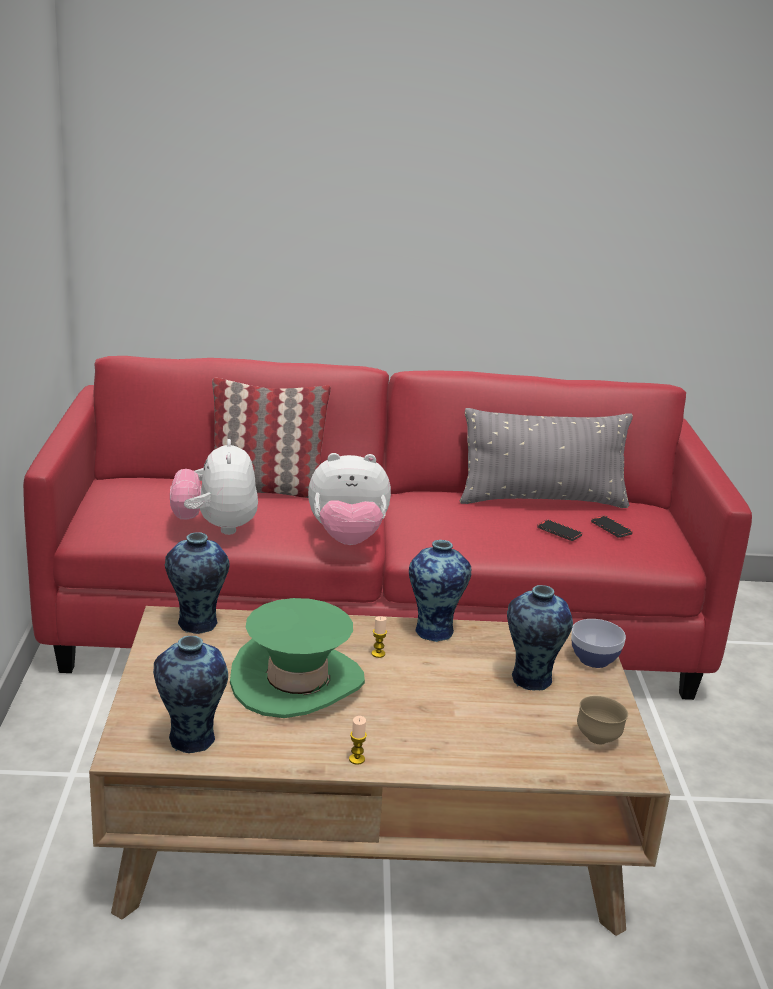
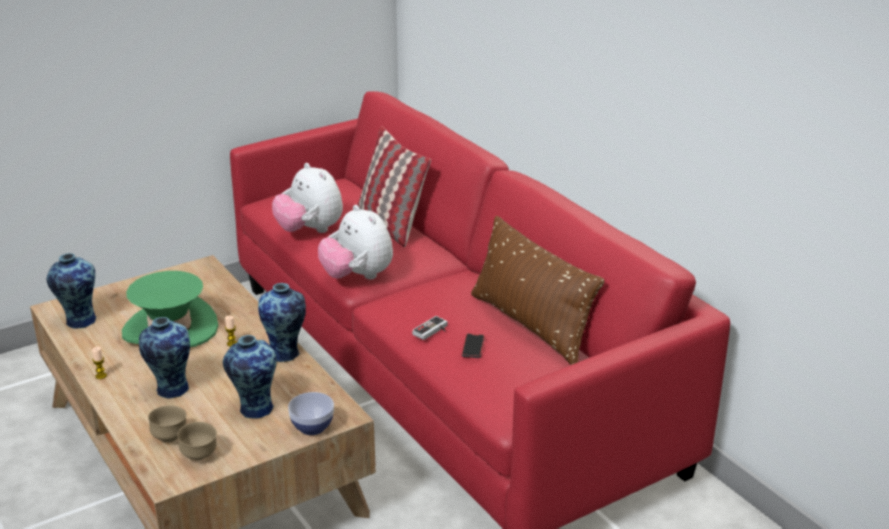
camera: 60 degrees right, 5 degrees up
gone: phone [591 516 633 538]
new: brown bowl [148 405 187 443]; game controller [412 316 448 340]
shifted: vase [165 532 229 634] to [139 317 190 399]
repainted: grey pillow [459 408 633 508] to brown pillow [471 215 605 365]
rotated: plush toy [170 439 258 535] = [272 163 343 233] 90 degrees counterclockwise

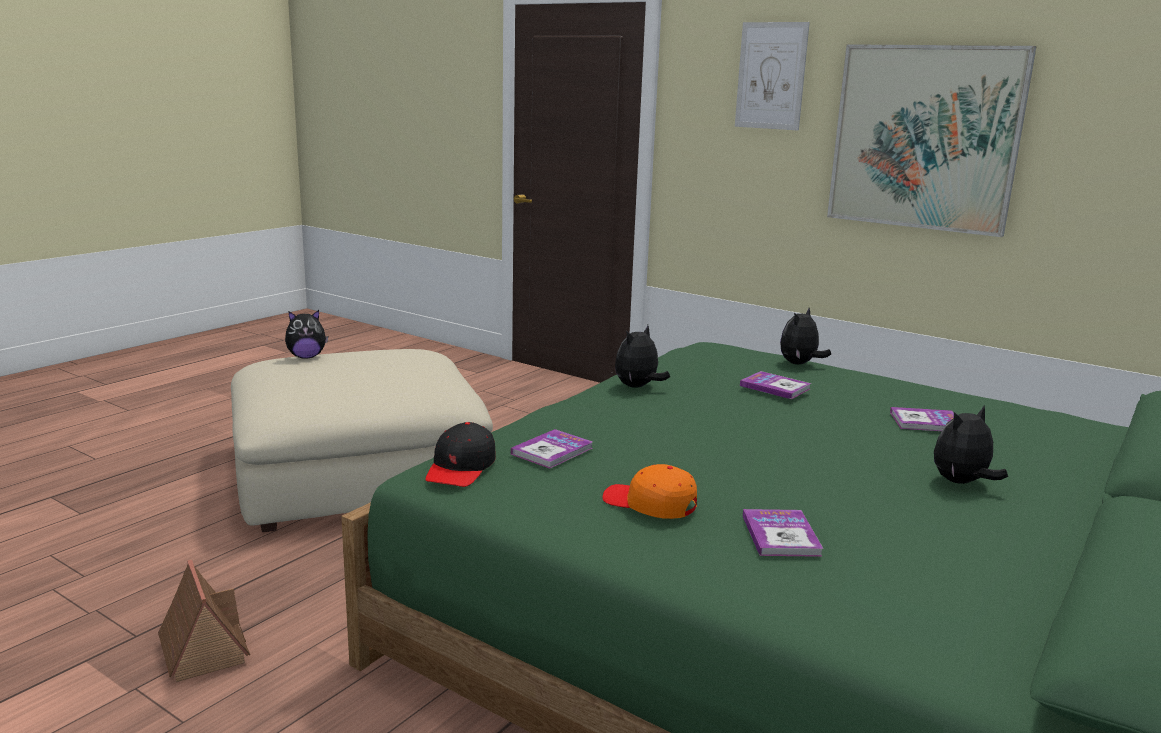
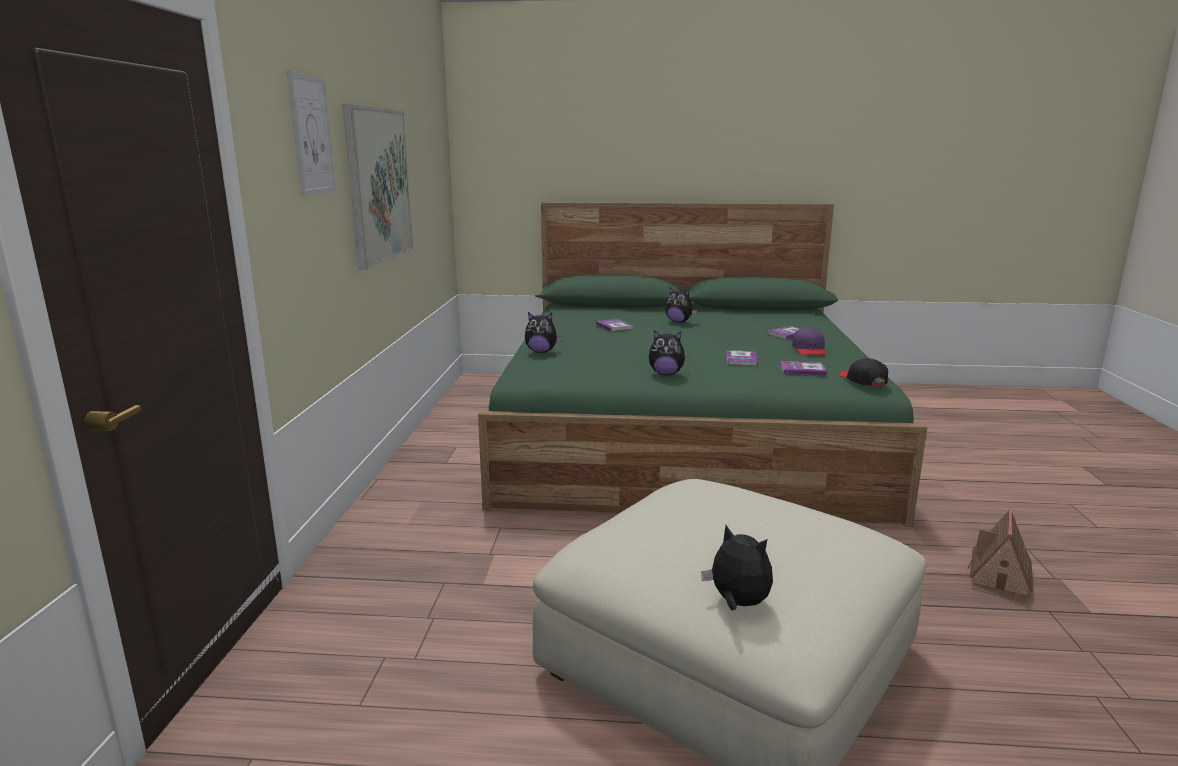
camera: 120 degrees left, 0 degrees up
shifted: book [740 371 811 399] to [726 350 758 366]
repainted: orange cap [603 464 697 519] to purple cap [792 326 826 355]
rotated: black cap [425 422 496 487] = [839 358 888 386] 90 degrees counterclockwise

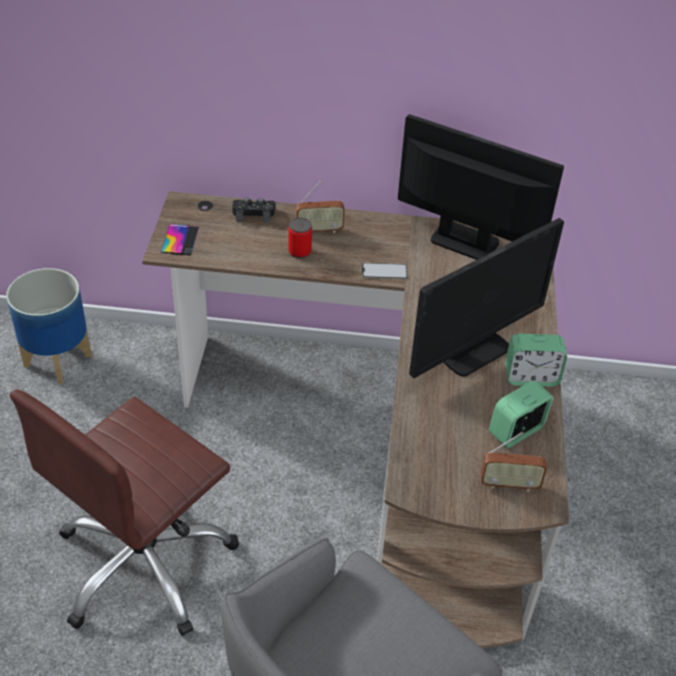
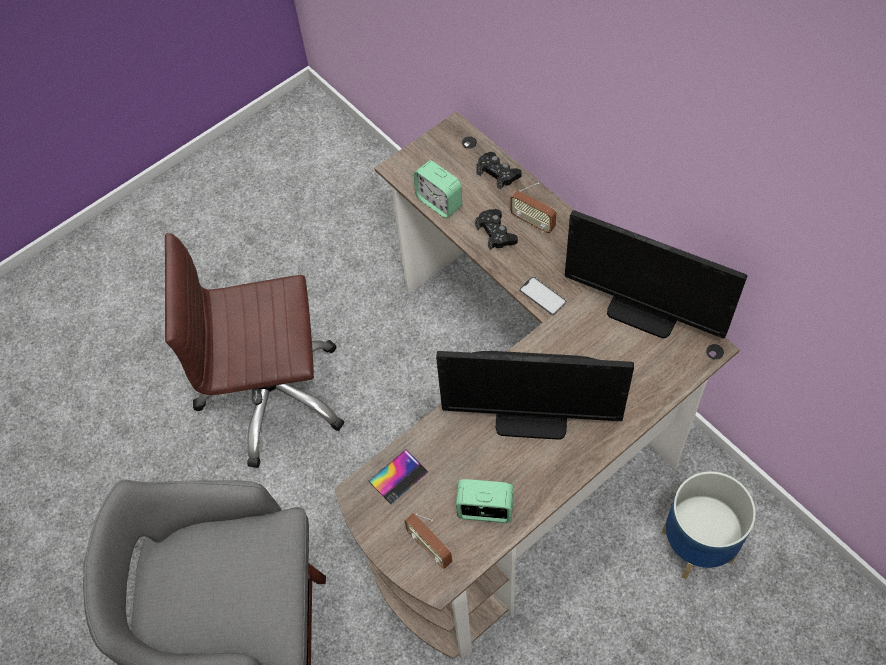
camera: 50 degrees right, 15 degrees up
shifted: planter [6 268 92 384] to [662 471 756 579]; phone [161 224 199 256] to [369 449 428 504]; alarm clock [505 334 567 387] to [414 160 462 218]
swapped: can [288 218 312 258] to black game controller [475 209 518 251]
rotated: monitor [398 114 564 260] = [565 210 747 339] 135 degrees clockwise

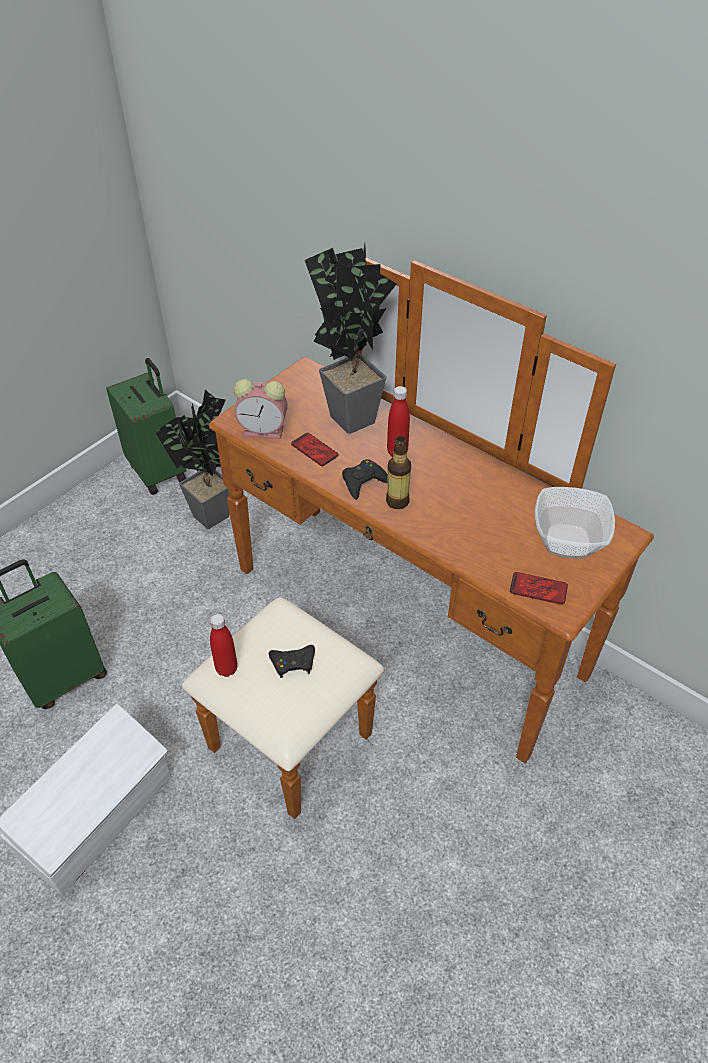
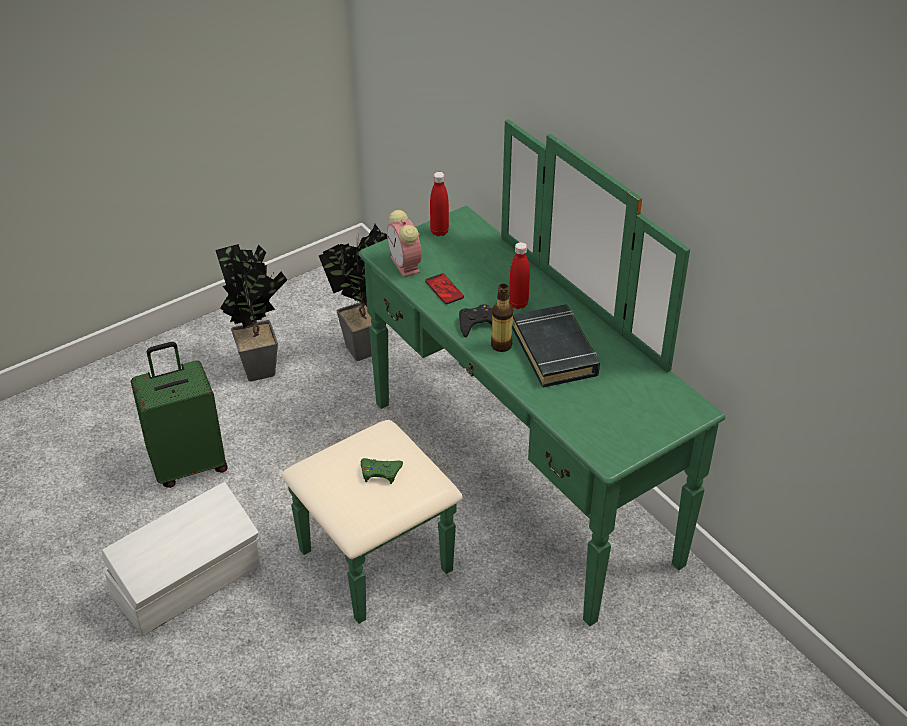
camera: 15 degrees right, 5 degrees down
gone: green suitcase [106 358 186 495]; phone [510 572 568 605]; bowl [534 487 615 559]
new: black book [512 305 600 388]
shifted: red bottle [210 614 238 677] to [430 172 449 236]; potted plant [305 244 396 434] to [215 244 287 382]
repainted: brown dresser [182 258 654 819] to green dresser [281 119 725 626]; black game controller [269 645 315 678] to green game controller [361 458 403 484]
rotated: alarm clock [234 379 287 439] = [387 210 422 277] 45 degrees clockwise

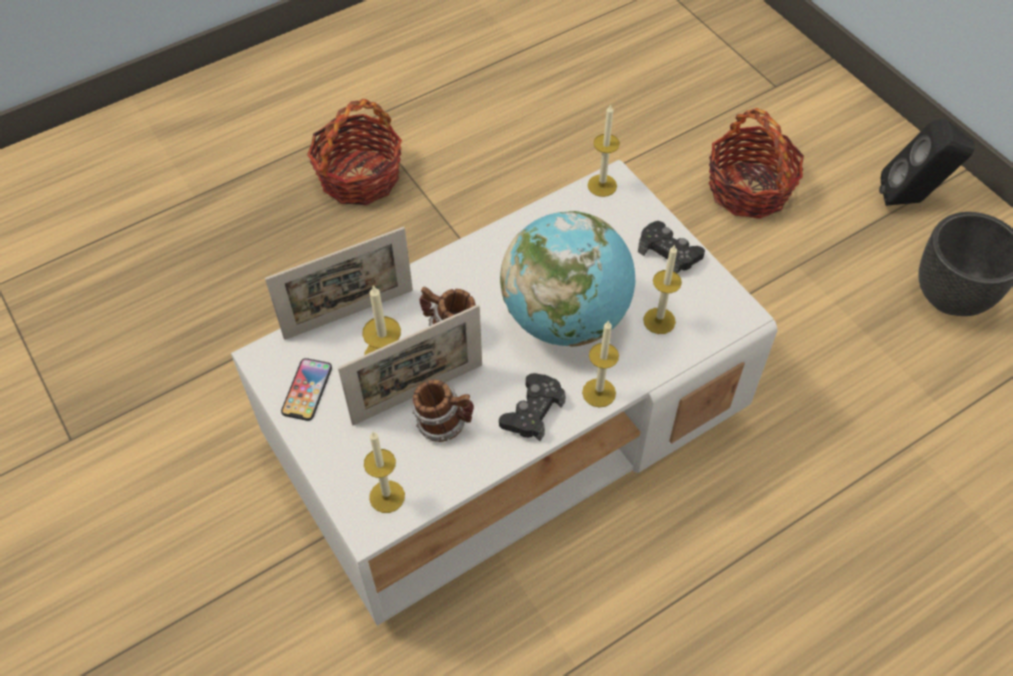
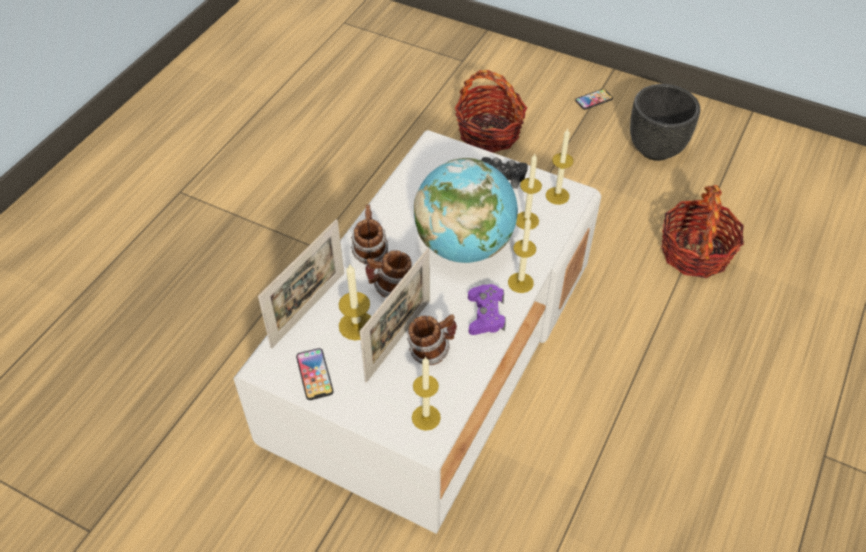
camera: 30 degrees left, 5 degrees down
new: mug [351 204 388 264]
shifted: basket [307 99 402 205] to [661 185 744 278]; candle [588 104 620 197] to [546 129 573 205]
swapped: black speaker [879 119 974 206] to phone [575 89 613 110]
repainted: black game controller [499 373 566 441] to purple game controller [468 284 506 335]

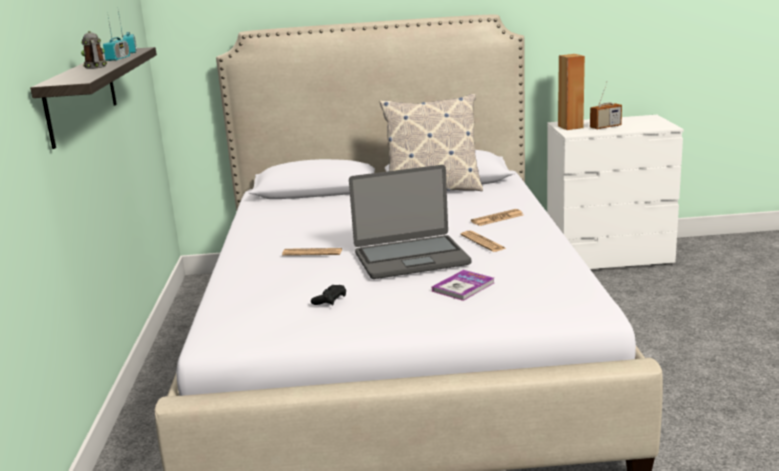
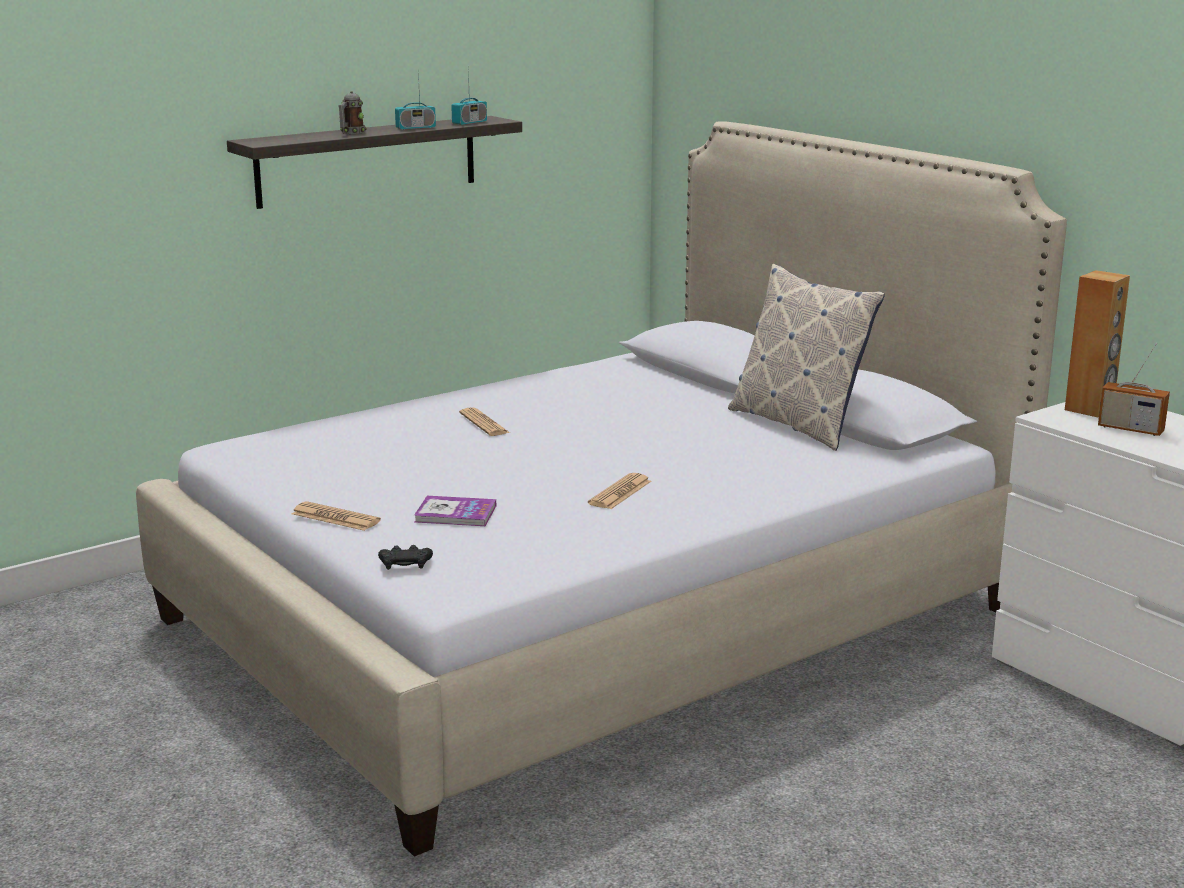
camera: 55 degrees right, 0 degrees up
gone: laptop [349 165 471 279]
shifted: black game controller [311 285 346 305] to [378 545 433 570]; newspaper [471 209 523 226] to [292 502 381 531]

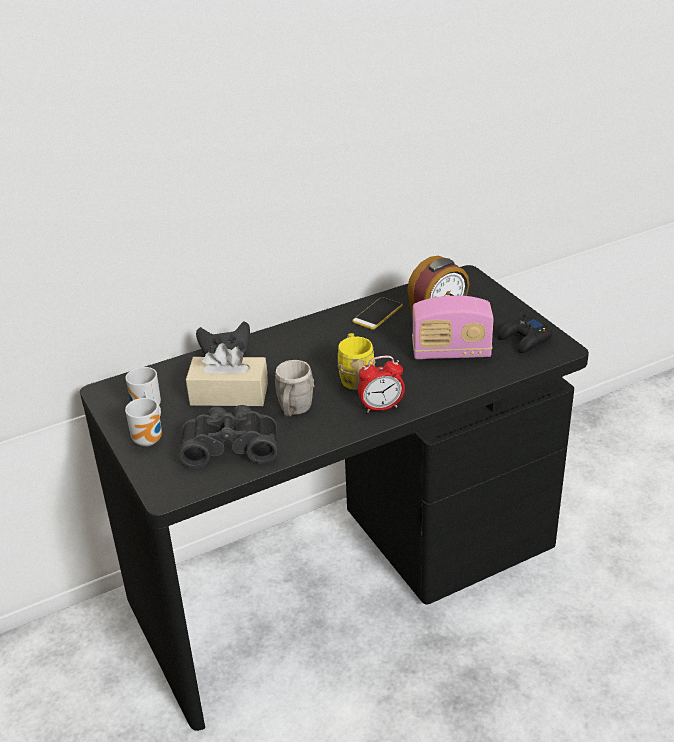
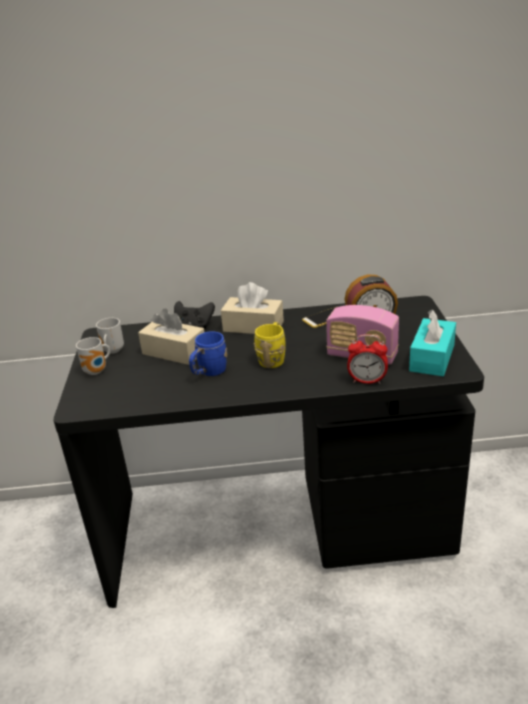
camera: 25 degrees right, 5 degrees down
gone: black binoculars [179 405 277 468]
new: beige tissue box [221 282 284 334]
shifted: alarm clock [358 356 405 413] to [347 335 388 384]
swapped: black game controller [498 313 553 353] to turquoise tissue box [409 309 456 376]
repainted: grey mug [275 360 314 416] to blue mug [189 331 227 376]

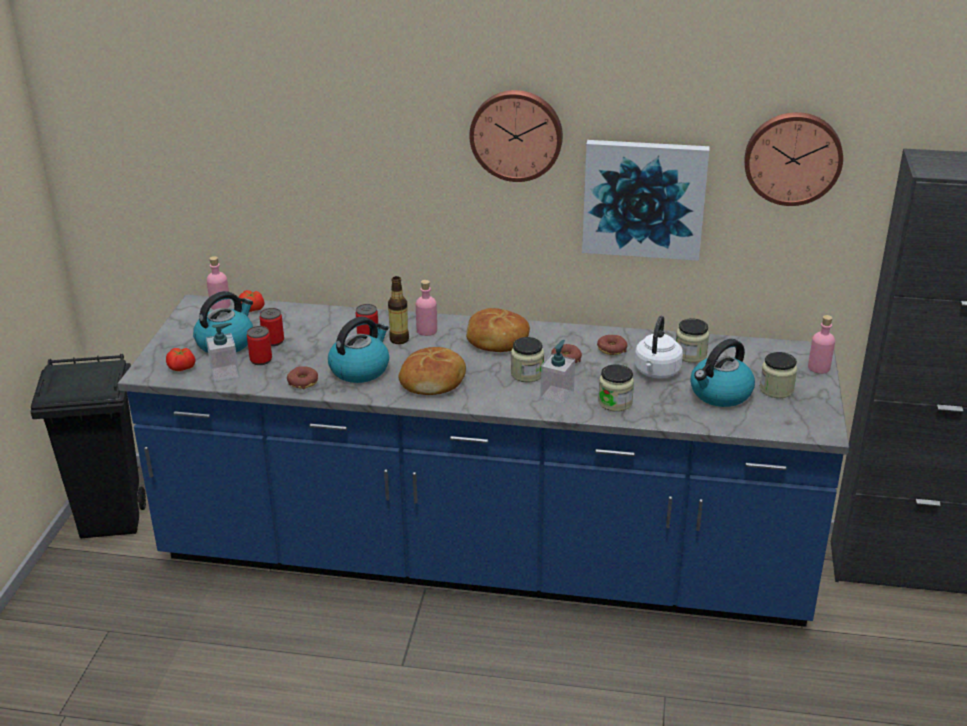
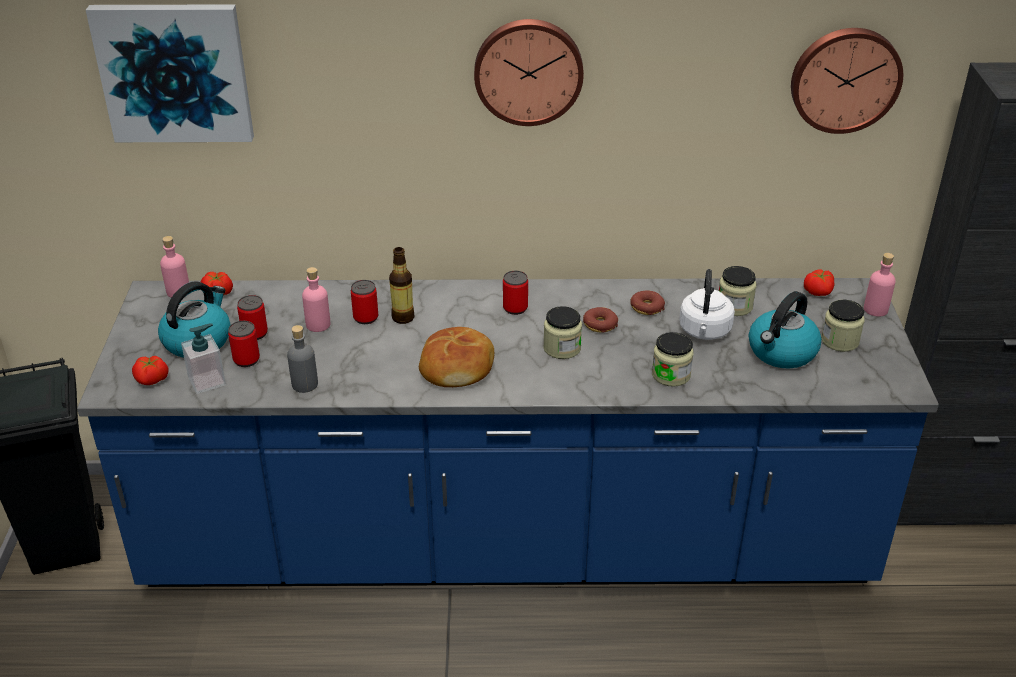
camera: 10 degrees left, 5 degrees up
gone: kettle [328 317 389 383]; soap dispenser [540 340 575 404]
new: tomato [804 269 834 296]
shifted: pink bottle [416 280 437 336] to [302 267 330 332]; picture [582 140 710 261] to [86 4 254 142]
swapped: donut [287 366 318 389] to grey bottle [287 325 318 393]; bread [466 308 530 352] to can [503 271 528 315]

